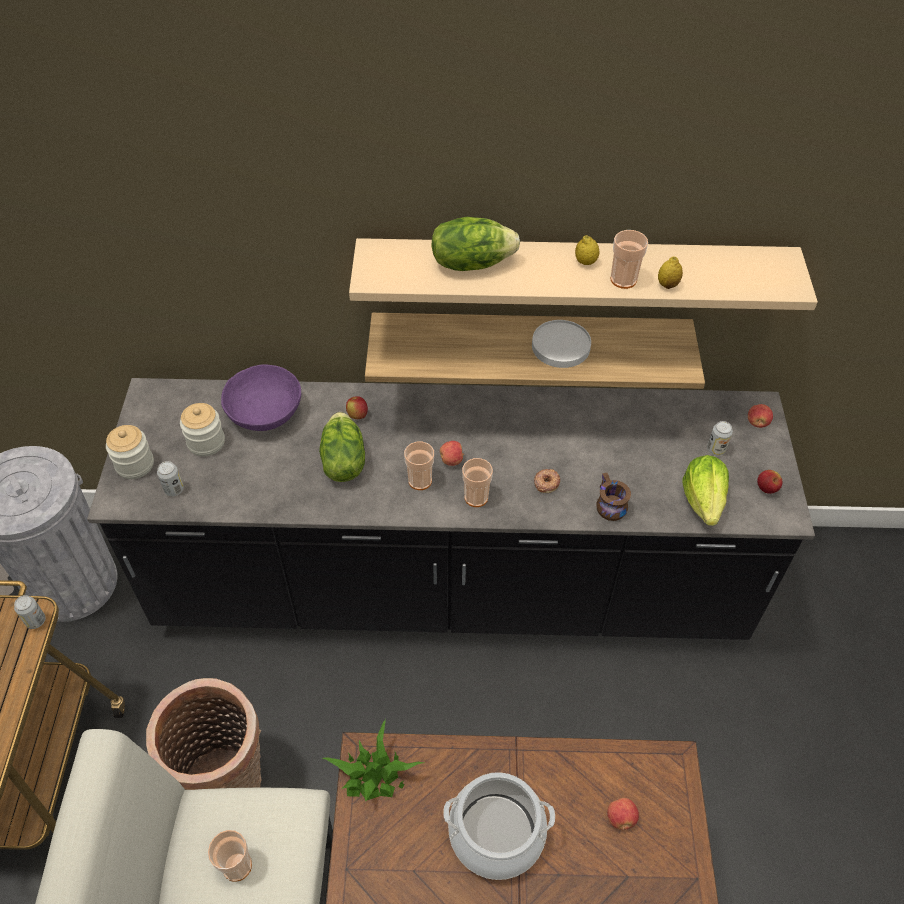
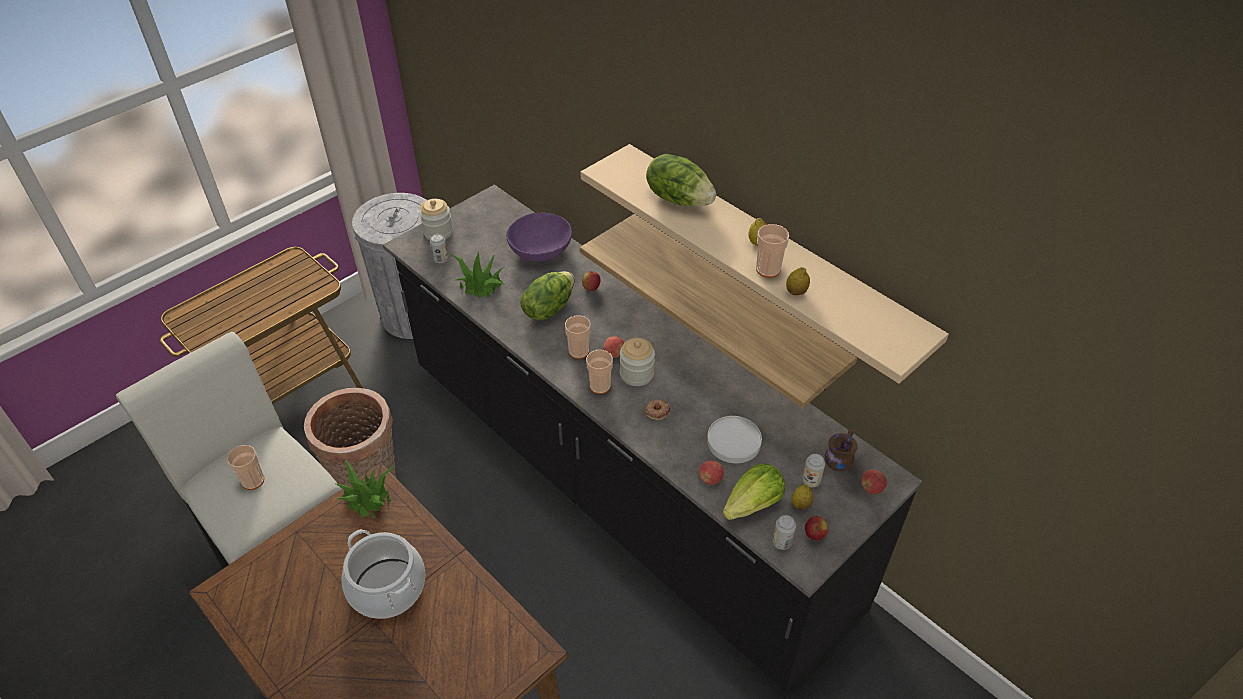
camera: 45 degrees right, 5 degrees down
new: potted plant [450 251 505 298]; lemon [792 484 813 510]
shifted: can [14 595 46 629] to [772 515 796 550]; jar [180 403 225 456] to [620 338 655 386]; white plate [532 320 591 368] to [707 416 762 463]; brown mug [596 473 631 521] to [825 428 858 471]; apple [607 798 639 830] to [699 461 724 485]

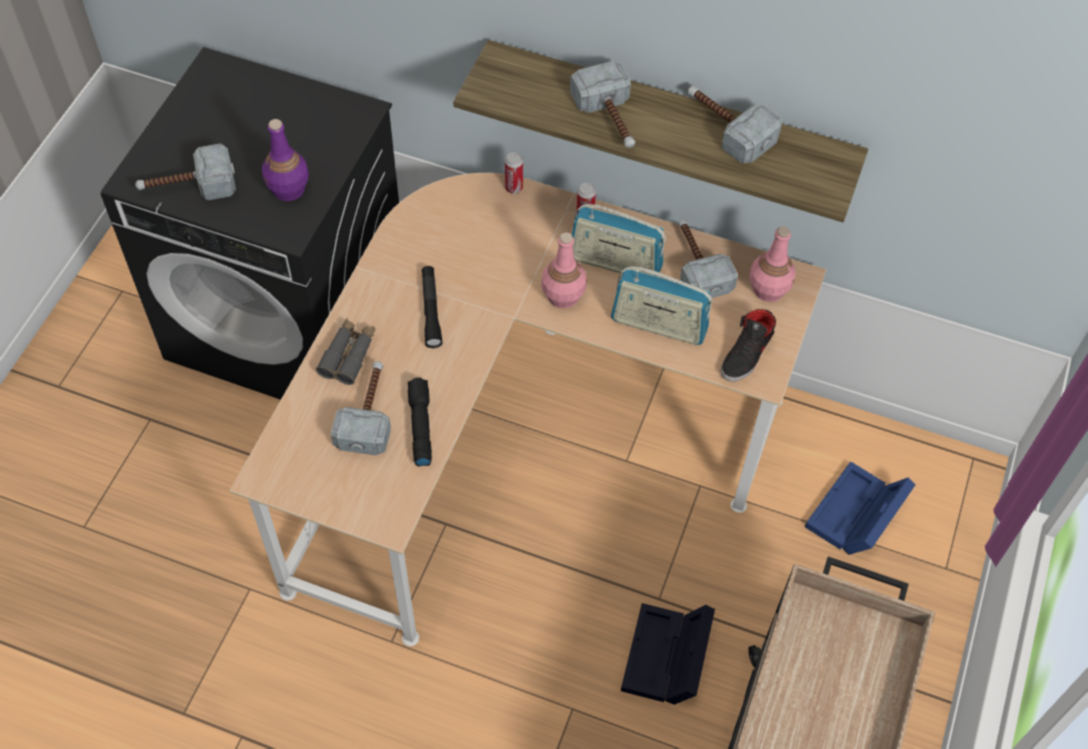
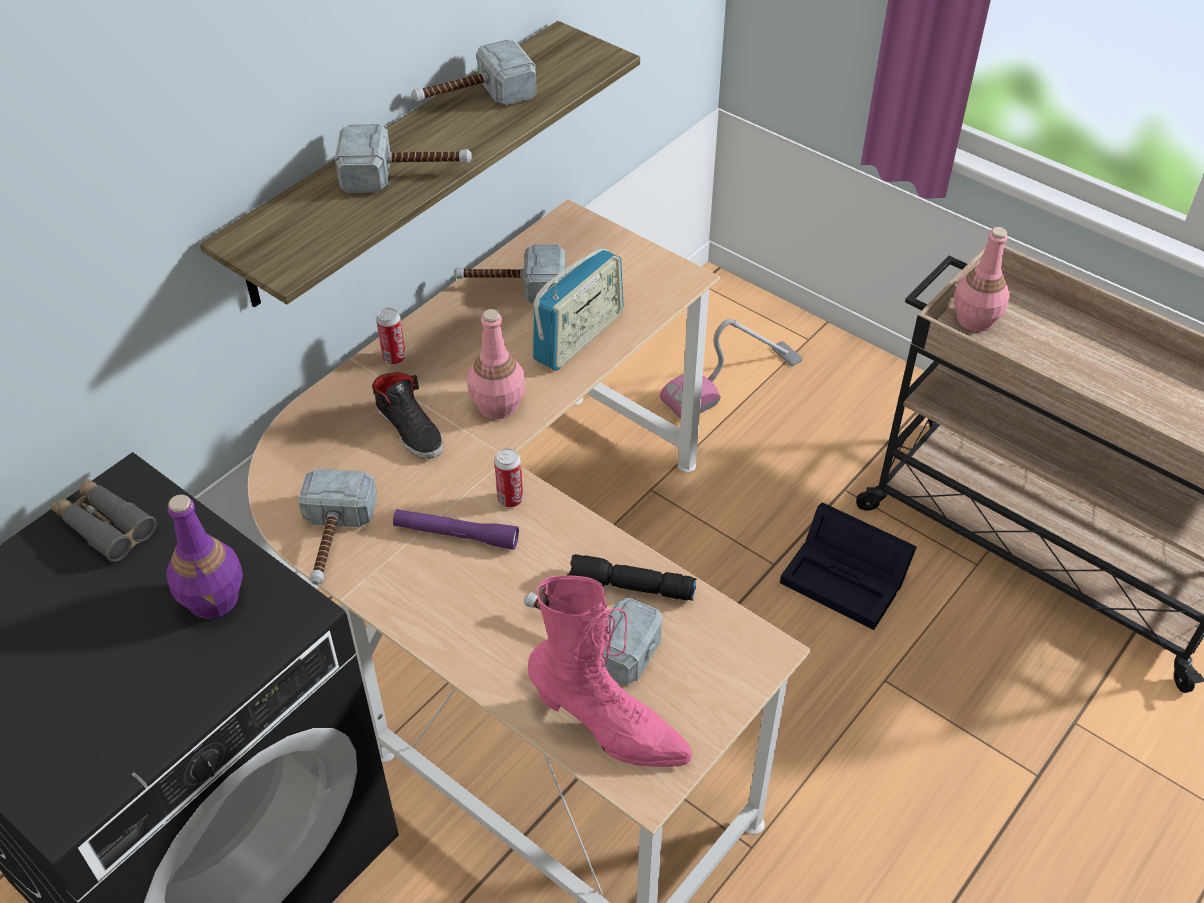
camera: 70 degrees left, 10 degrees down
gone: radio [572 204 665 276]
new: pink boot [528 575 692 767]
shifted: hammer [135 144 236 200] to [299 469 377 585]; grey binoculars [316 318 375 385] to [51 478 156 562]; can [505 152 523 194] to [494 448 523 507]; black shoe [721 309 776 381] to [372 372 443 459]; pink bottle [749 226 796 302] to [954 227 1010 332]
swapped: blue storage box [805 461 916 555] to vacuum cleaner [660 319 802 419]
repainted: black flashlight [422 266 442 348] to purple flashlight [393 509 519 550]

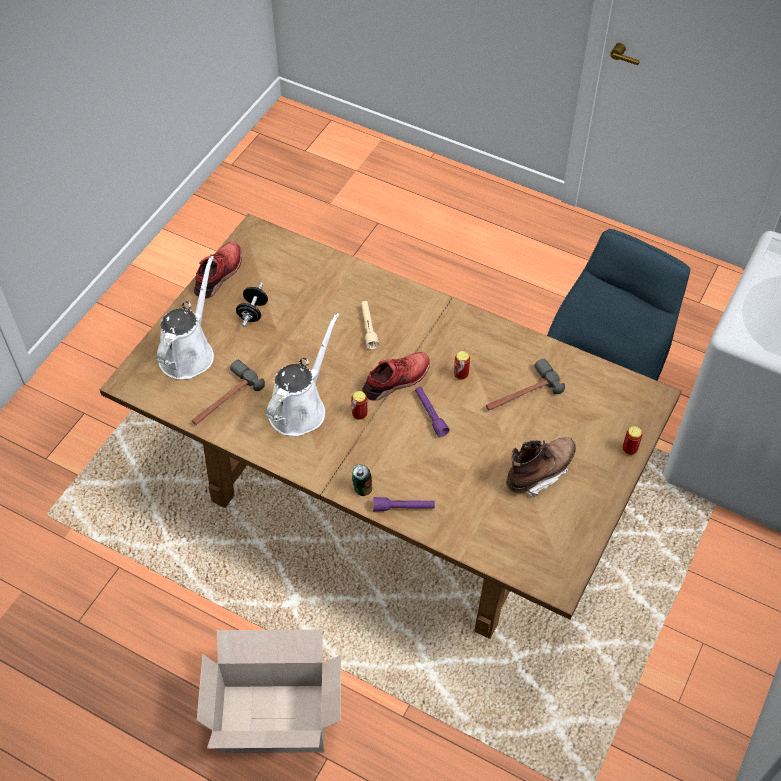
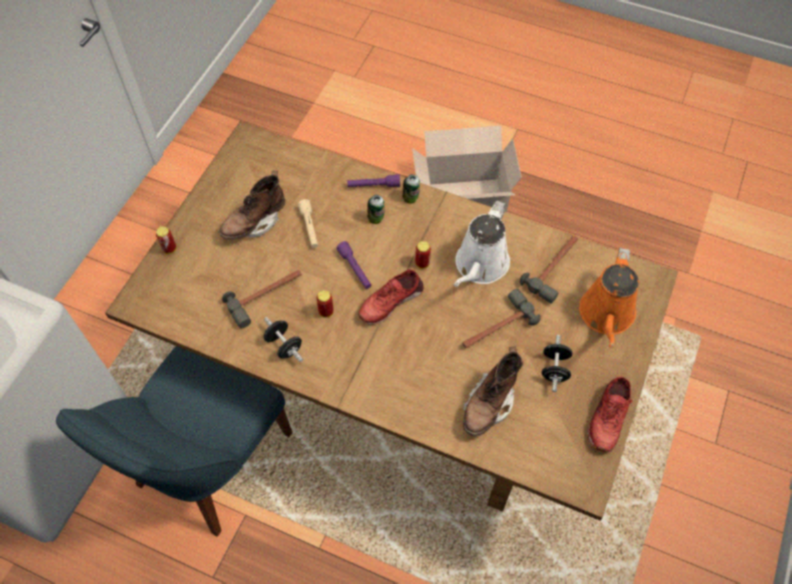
camera: 175 degrees right, 5 degrees up
new: black dumbbell [264 317 303 362]; can [367 195 385 224]; hammer [462 289 541 348]; brown boot [463 346 523 437]
shifted: beige flashlight [361 301 379 349] to [298 199 318 248]
repainted: white watering can [156 256 214 380] to orange watering can [579 248 639 348]

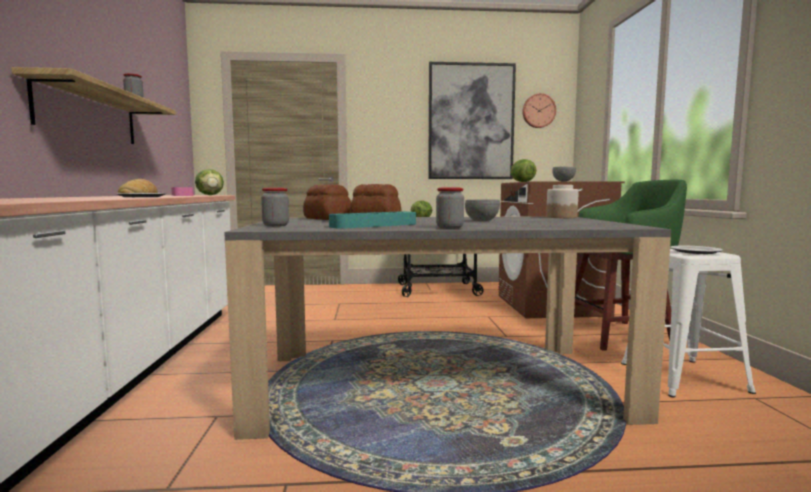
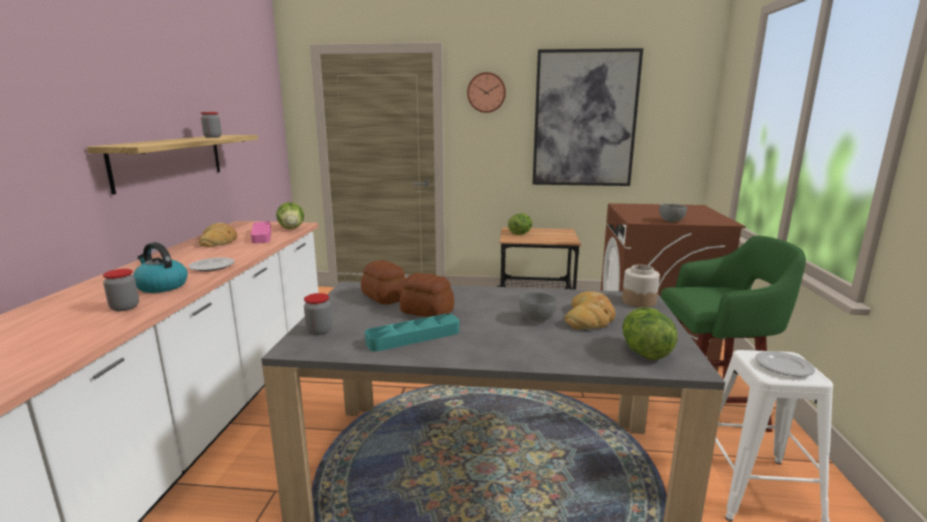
camera: 10 degrees right, 10 degrees up
new: kettle [133 242 188 293]; bread [565 291 616 330]
shifted: jar [436 187 464 229] to [103 269 139 311]; lettuce [510 159 536 182] to [622 307 678 360]; wall clock [522 93 556 128] to [467 72 506 113]

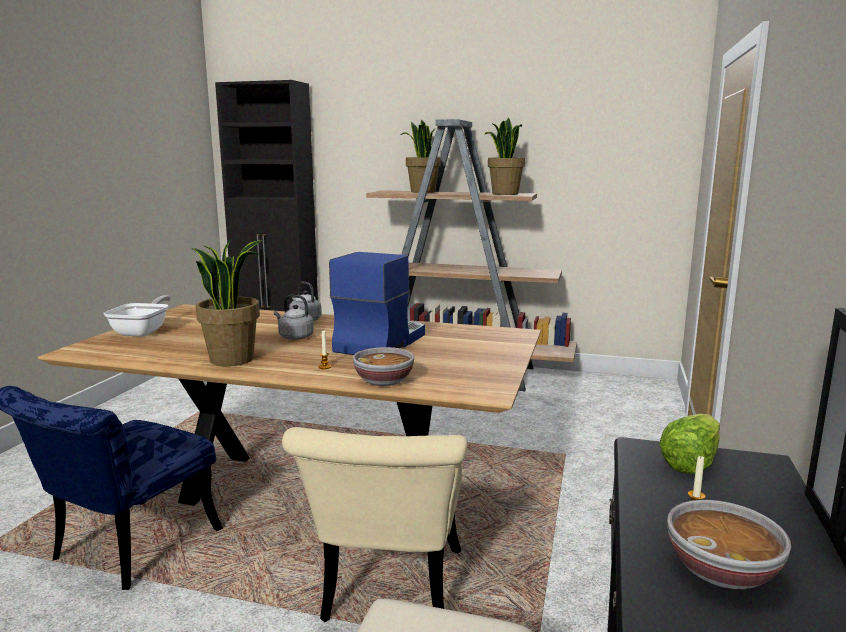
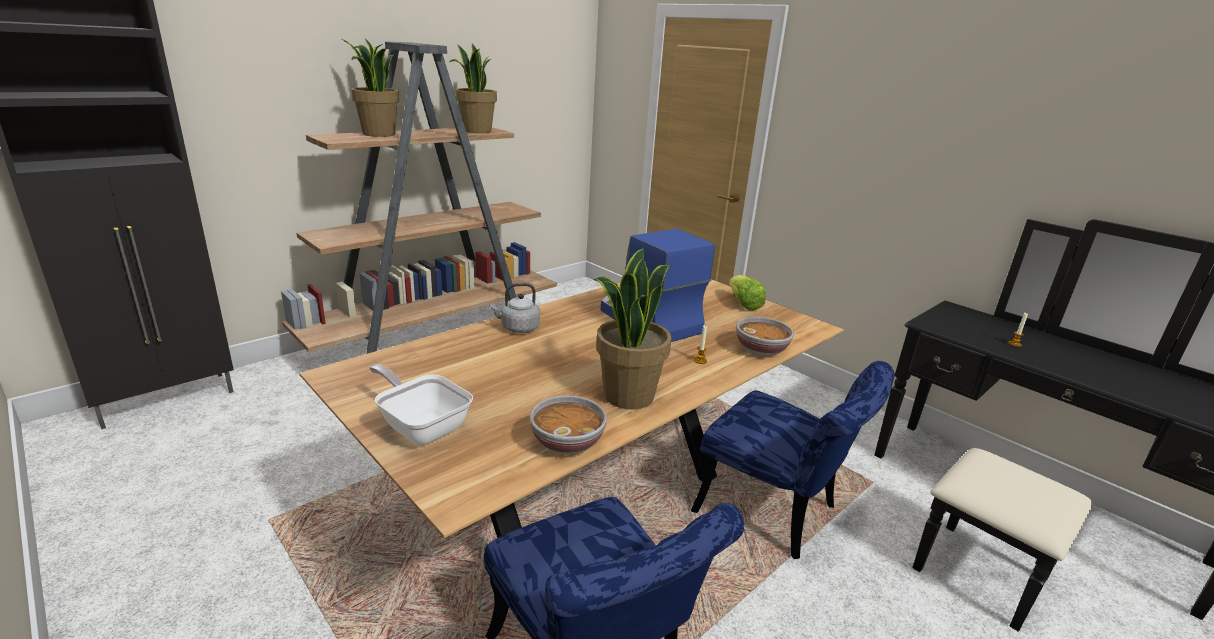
camera: 60 degrees left, 10 degrees up
gone: grey kettle [274 295 314 340]
shifted: lettuce [659 414 720 474] to [729 275 766 311]; bowl [667 500 791 589] to [530 395 607 454]
repainted: beige chair [282 427 467 622] to blue chair [691 361 895 559]

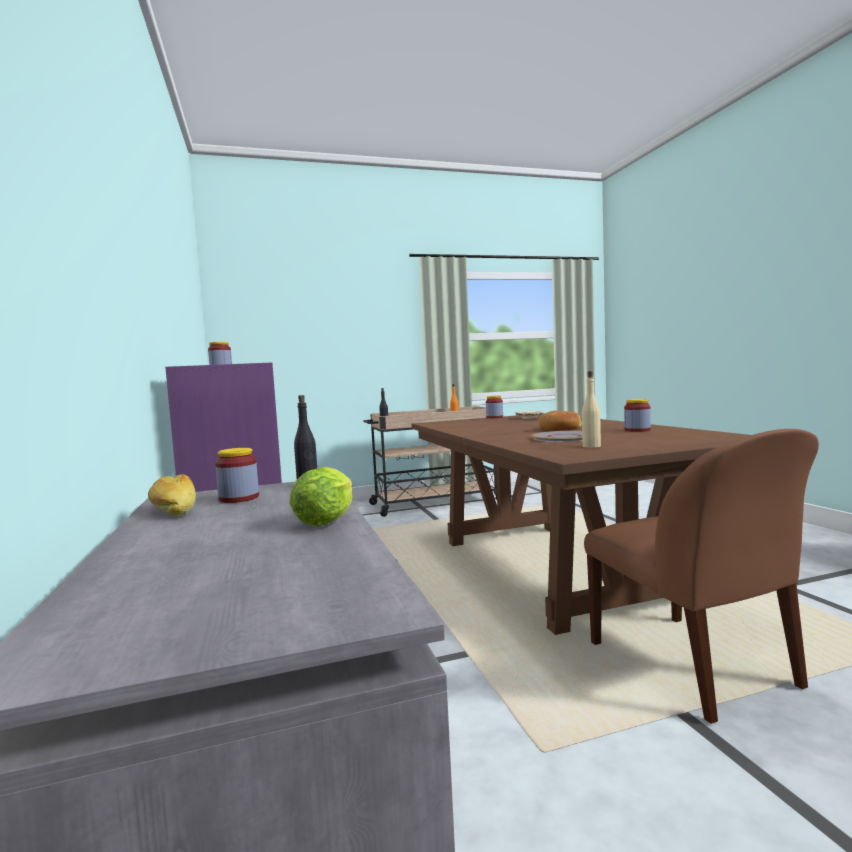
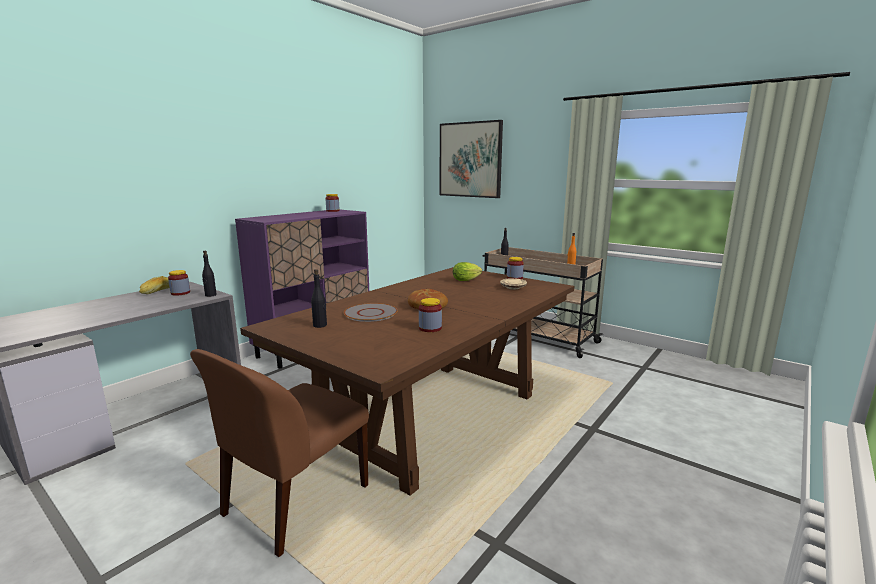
camera: 55 degrees right, 10 degrees up
new: picture [440 120 503 198]
shifted: lettuce [289 467 352 527] to [453 262 482 281]
repainted: beige bottle [582 371 601 448] to black bottle [311 269 327 328]

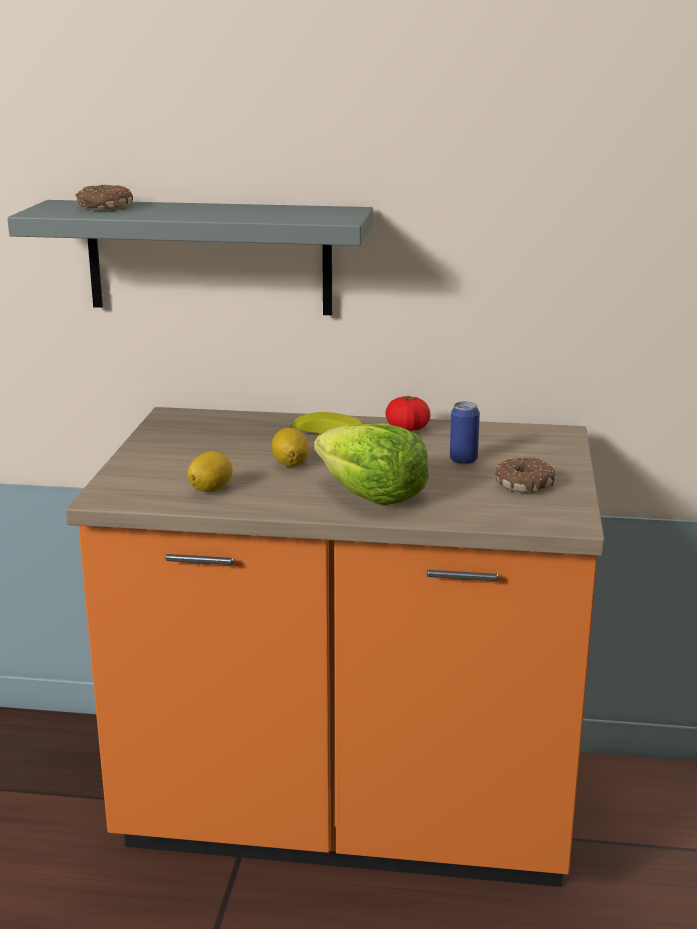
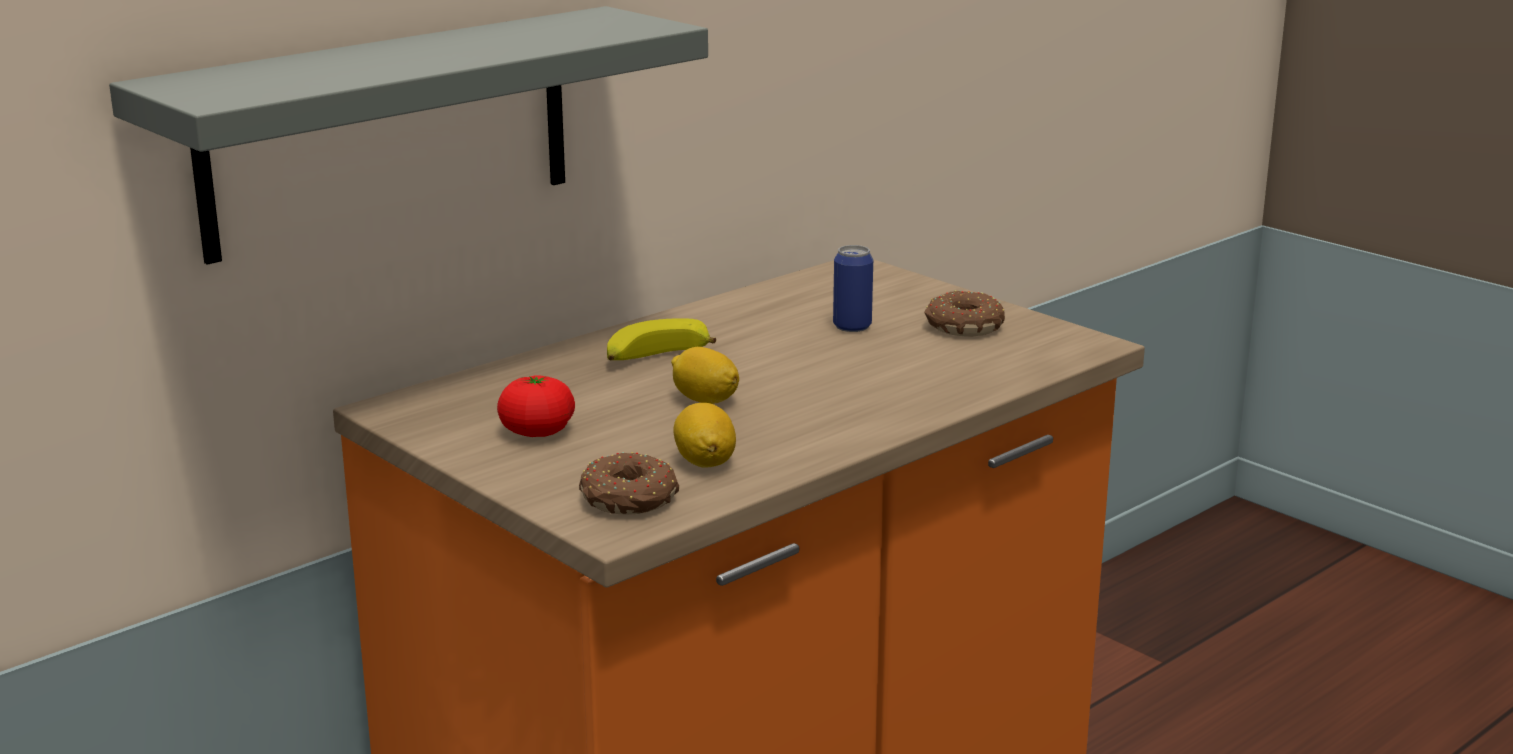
camera: 50 degrees left, 0 degrees up
gone: lettuce [314 423 429 505]
shifted: donut [76 184 133 210] to [579 452 679 515]; tomato [386 396 431 431] to [497 375 575 437]

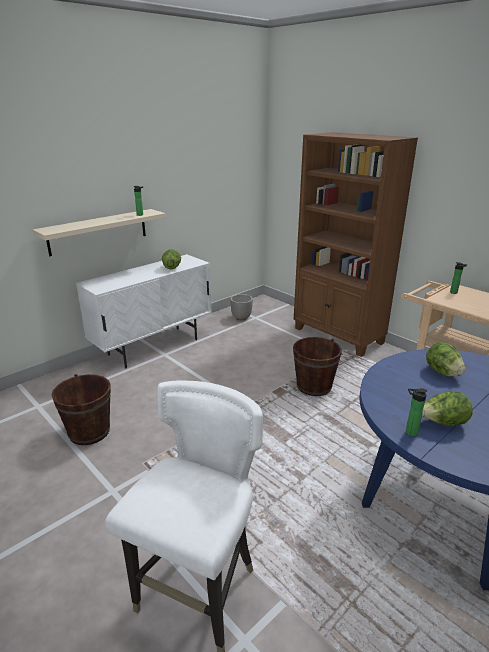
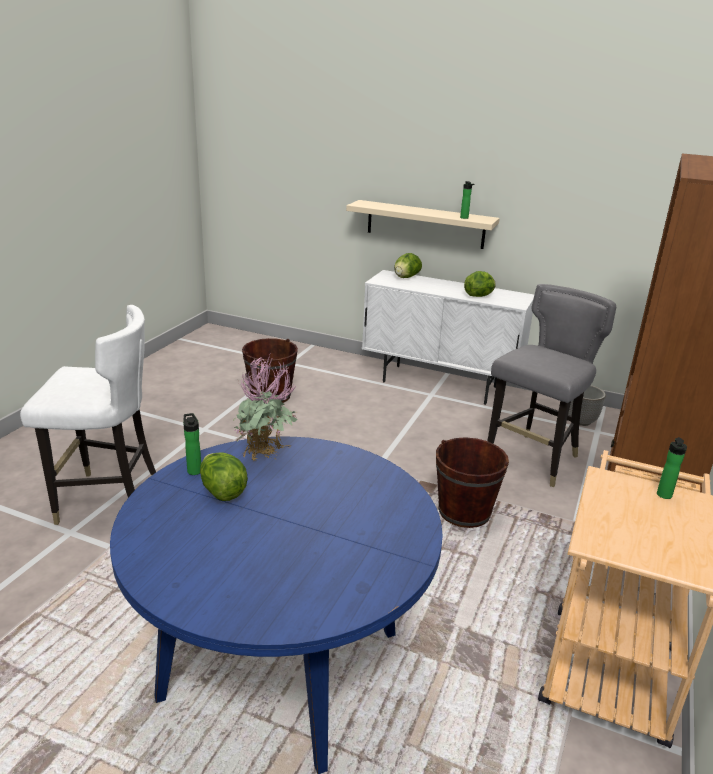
camera: 65 degrees right, 0 degrees up
new: potted plant [233 352 298 461]; grey chair [488 284 616 487]
shifted: lettuce [426 342 466 377] to [394 253 422 278]

